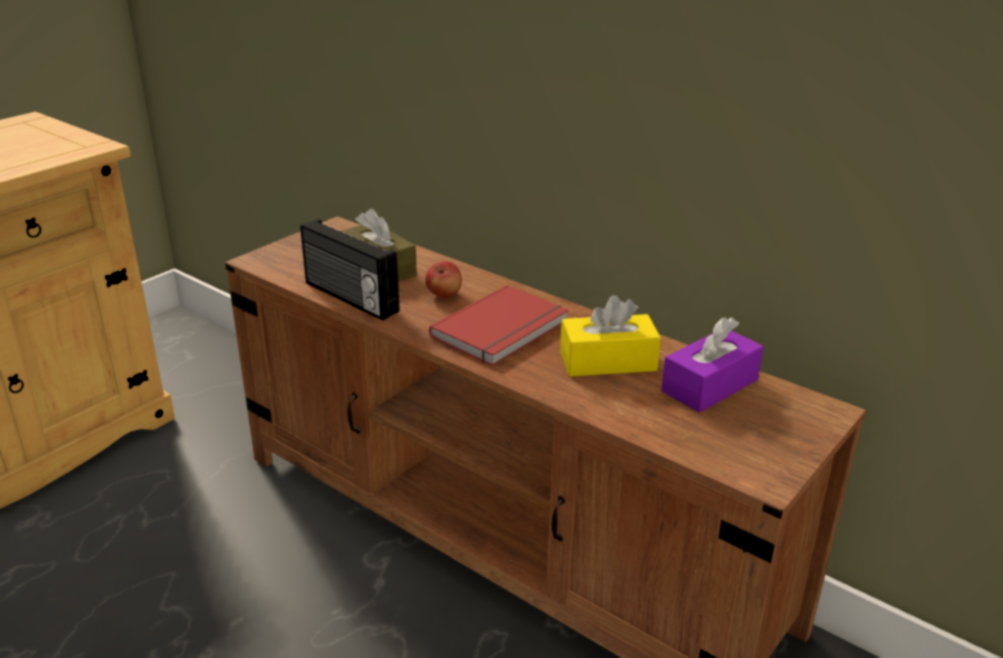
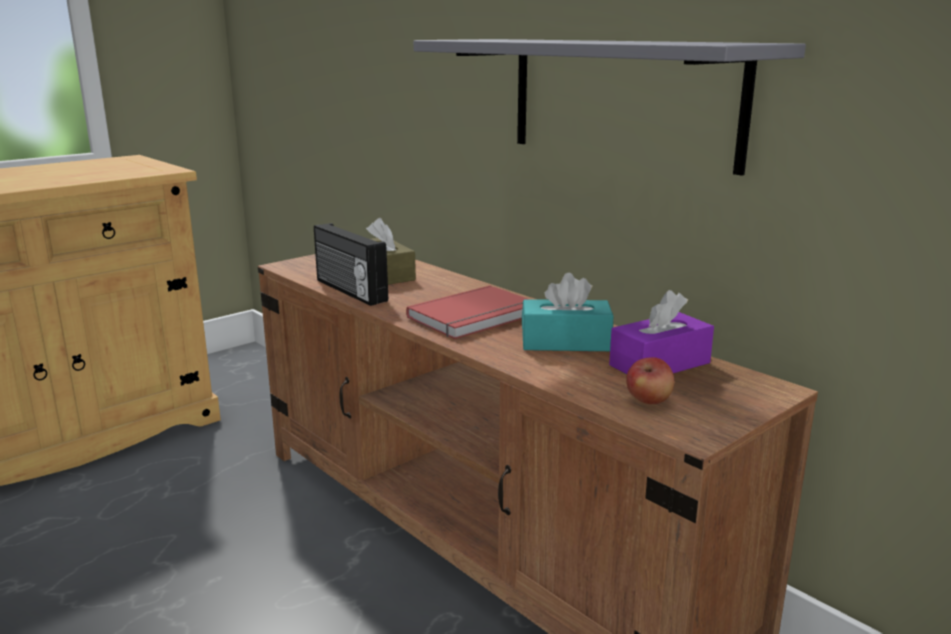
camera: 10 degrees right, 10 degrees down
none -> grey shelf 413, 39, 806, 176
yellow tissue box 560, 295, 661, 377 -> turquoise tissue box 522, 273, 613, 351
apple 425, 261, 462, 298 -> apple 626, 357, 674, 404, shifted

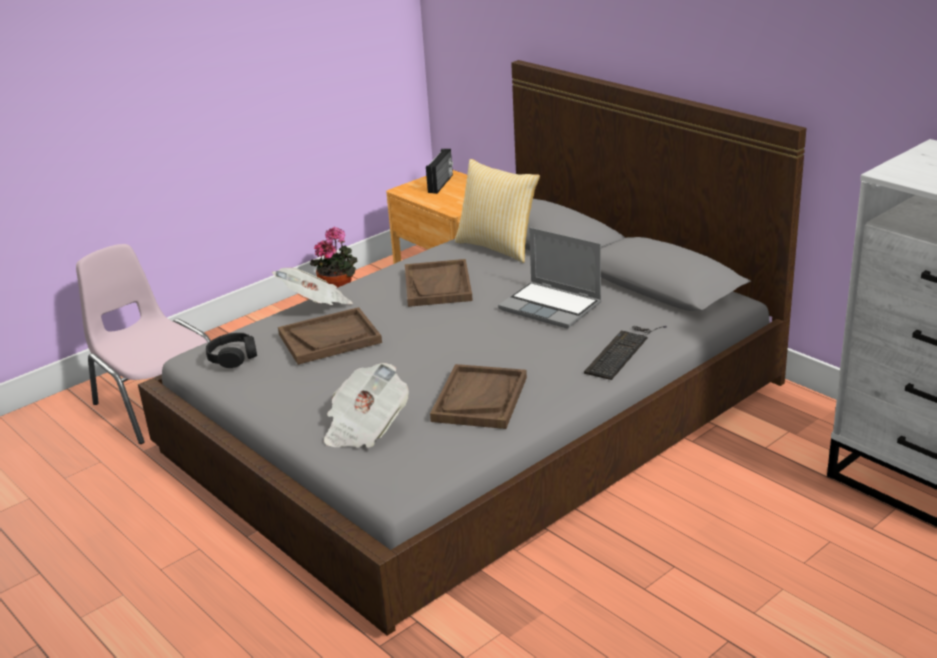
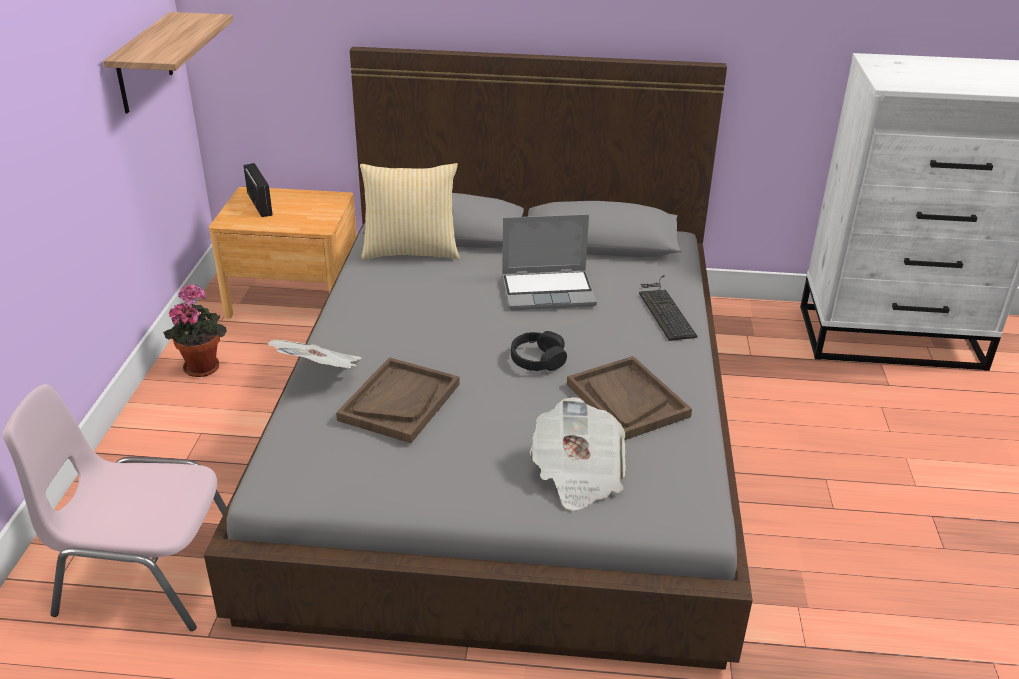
camera: 45 degrees left, 5 degrees up
none -> shelf 103, 12, 233, 114
black headphones 206, 333, 257, 368 -> black headphones 511, 331, 567, 371, shifted
brown tray 405, 259, 473, 307 -> none

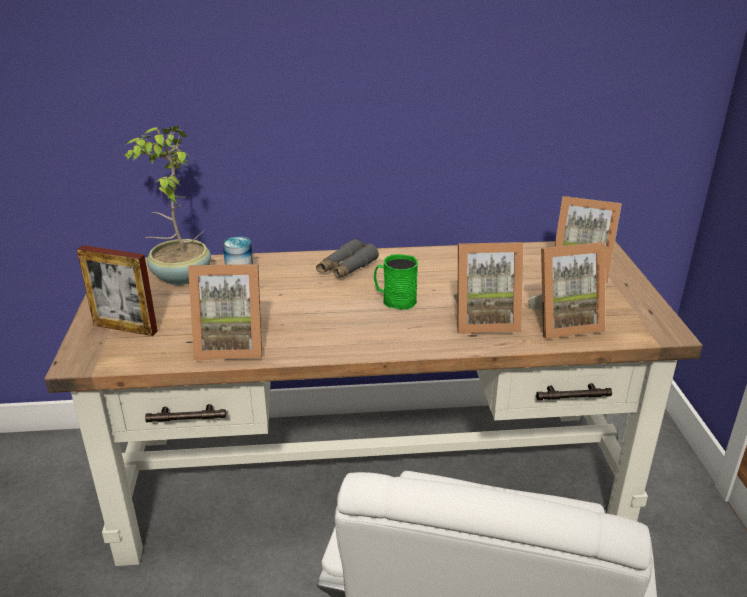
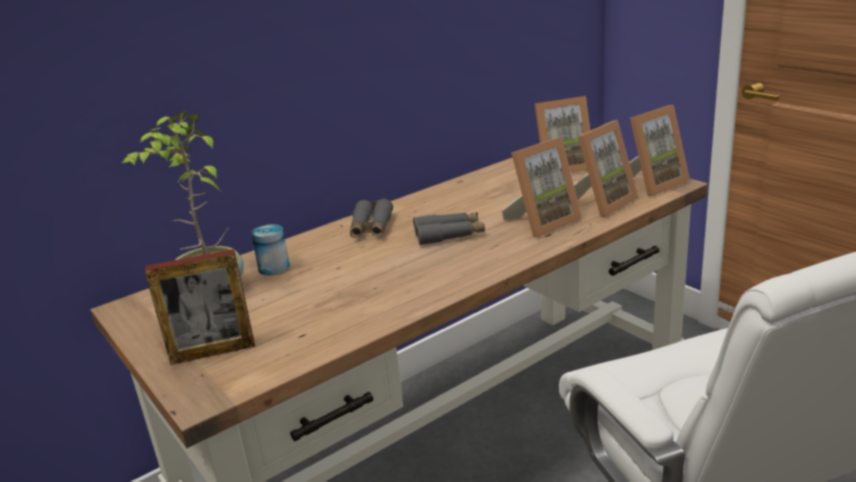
camera: 30 degrees left, 5 degrees down
green mug 374, 254, 418, 310 -> grey binoculars 413, 212, 485, 245
picture frame 188, 264, 262, 360 -> picture frame 629, 105, 690, 196, shifted

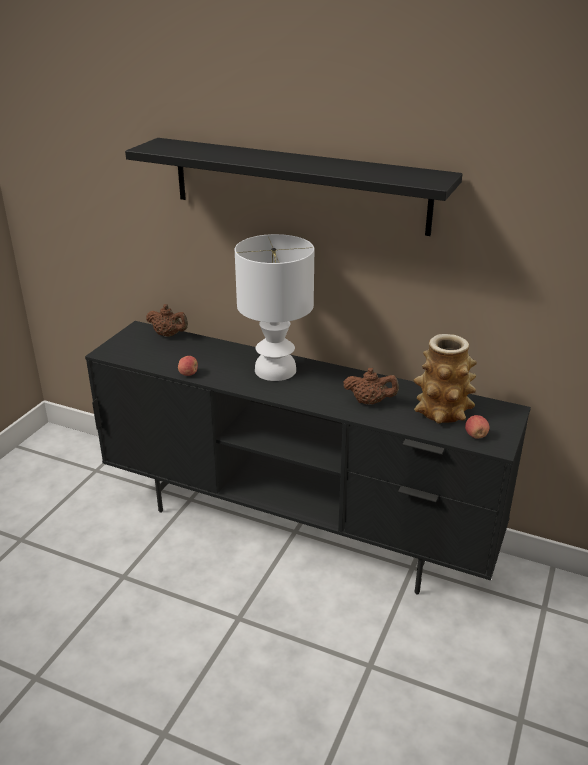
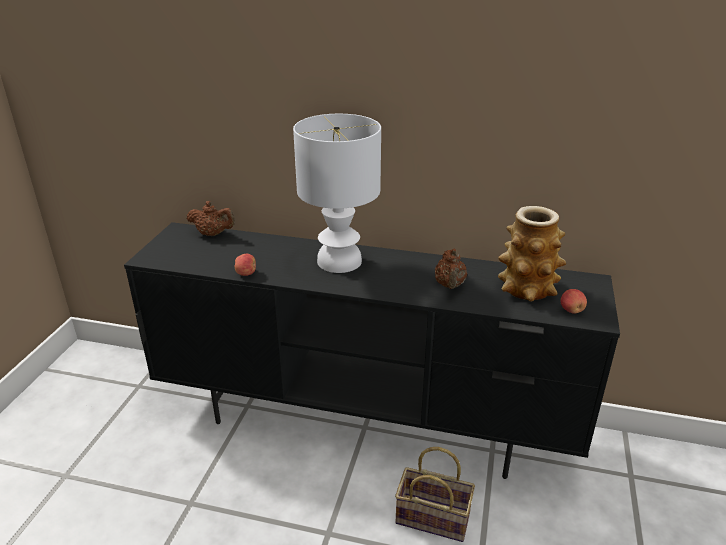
camera: 10 degrees left, 0 degrees up
none -> basket 395, 447, 475, 542
brown teapot 343, 368, 399, 405 -> brown teapot 435, 249, 467, 289, 90 degrees clockwise
black shelf 125, 138, 462, 236 -> none

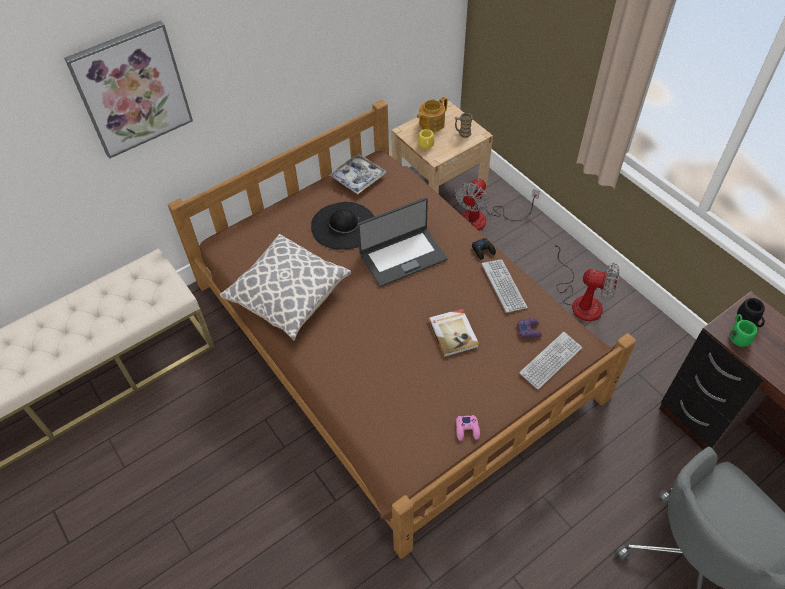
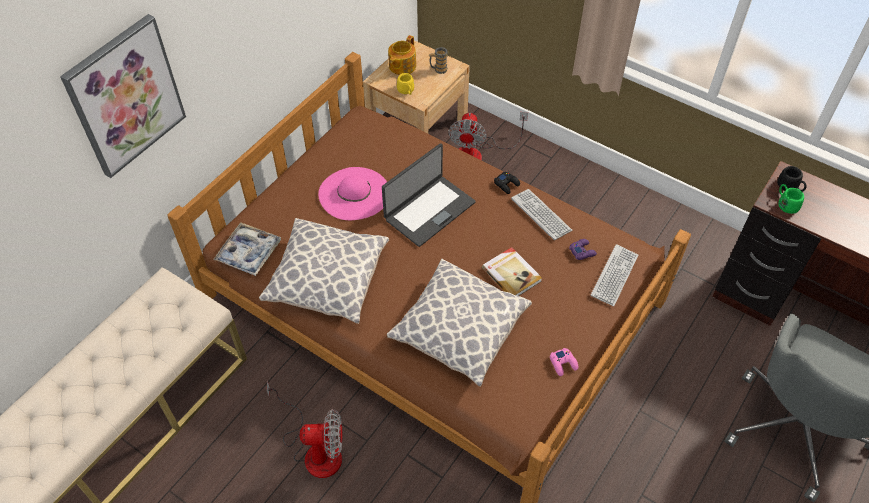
camera: 20 degrees left, 0 degrees up
tray 329, 153, 386, 195 -> tray 213, 222, 281, 276, shifted
fan 553, 241, 620, 321 -> fan 267, 381, 343, 478, shifted
black hat 311, 202, 374, 250 -> pink hat 318, 167, 387, 220
none -> pillow 387, 259, 532, 387

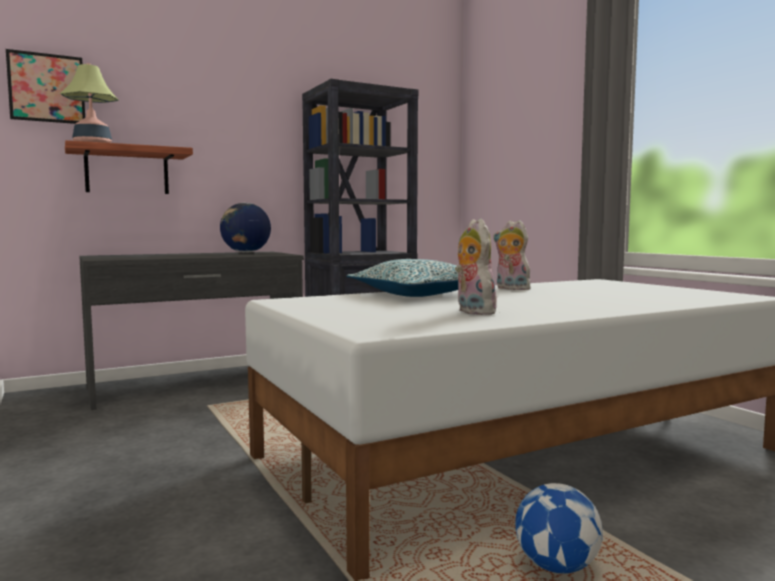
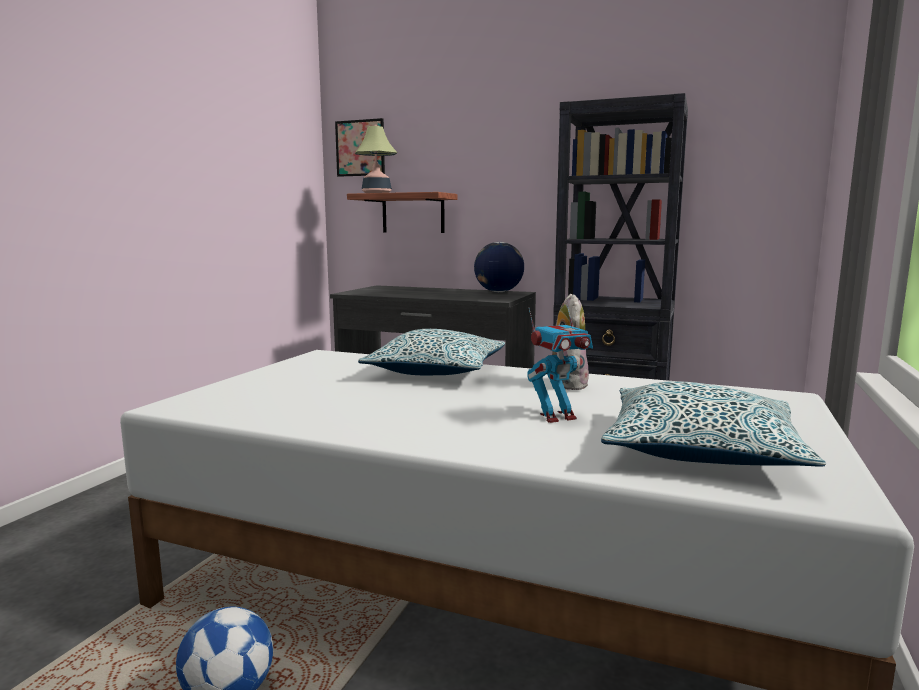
camera: 50 degrees right, 5 degrees up
none -> toy robot 527, 305, 593, 423
none -> pillow 601, 381, 826, 467
plush toy 455, 218, 497, 315 -> none

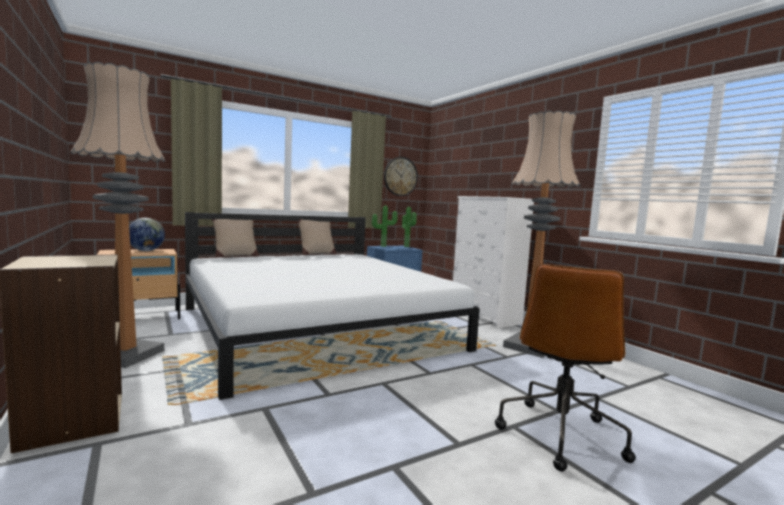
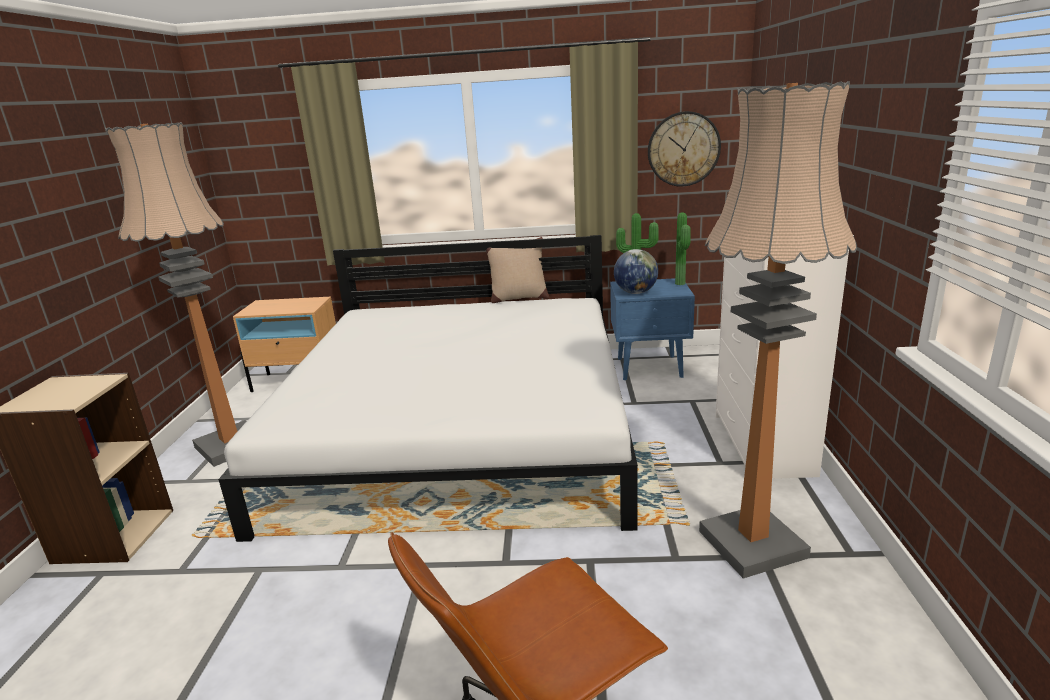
camera: 35 degrees right, 15 degrees up
globe 129, 218, 165, 251 -> globe 614, 249, 658, 294, shifted
beige pillow 212, 219, 259, 257 -> none

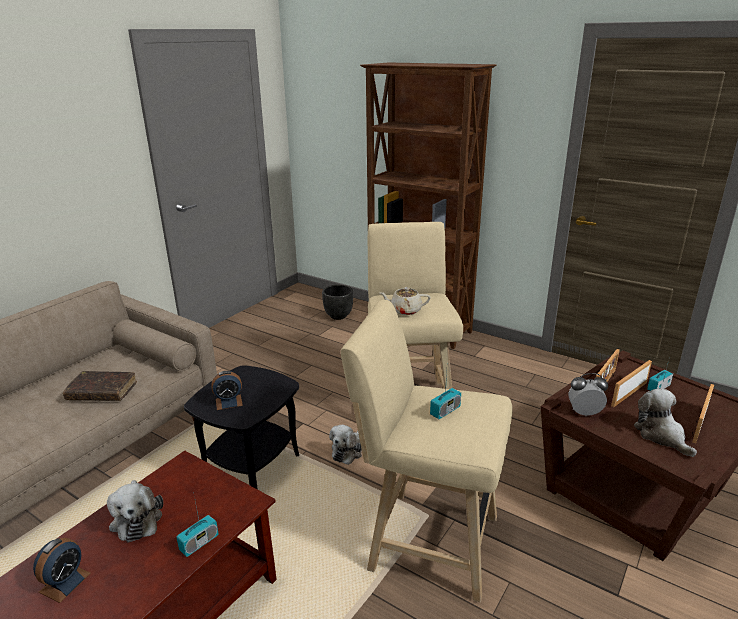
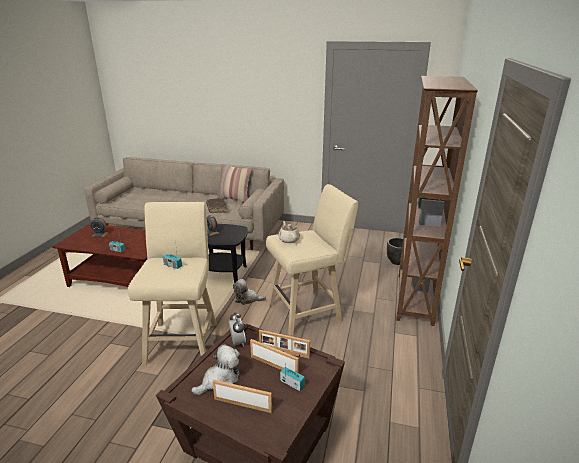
camera: 70 degrees right, 0 degrees up
none -> pillow 217, 164, 252, 203
plush toy 107, 480, 163, 542 -> none

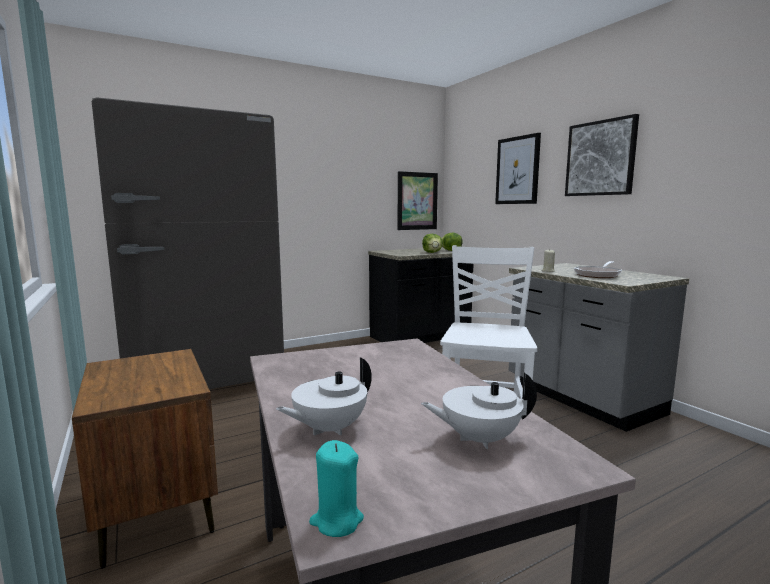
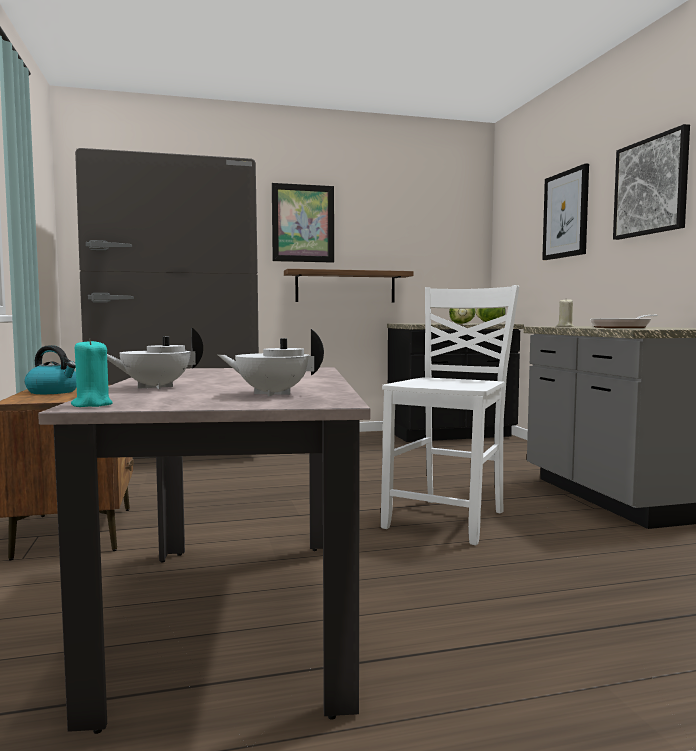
camera: 15 degrees right, 5 degrees down
none -> kettle 25, 345, 77, 394
picture 397, 171, 438, 230 -> picture 272, 183, 334, 263, shifted
none -> shelf 284, 269, 414, 303

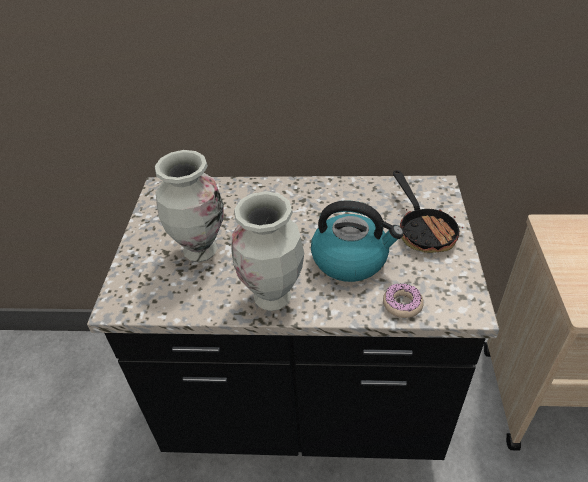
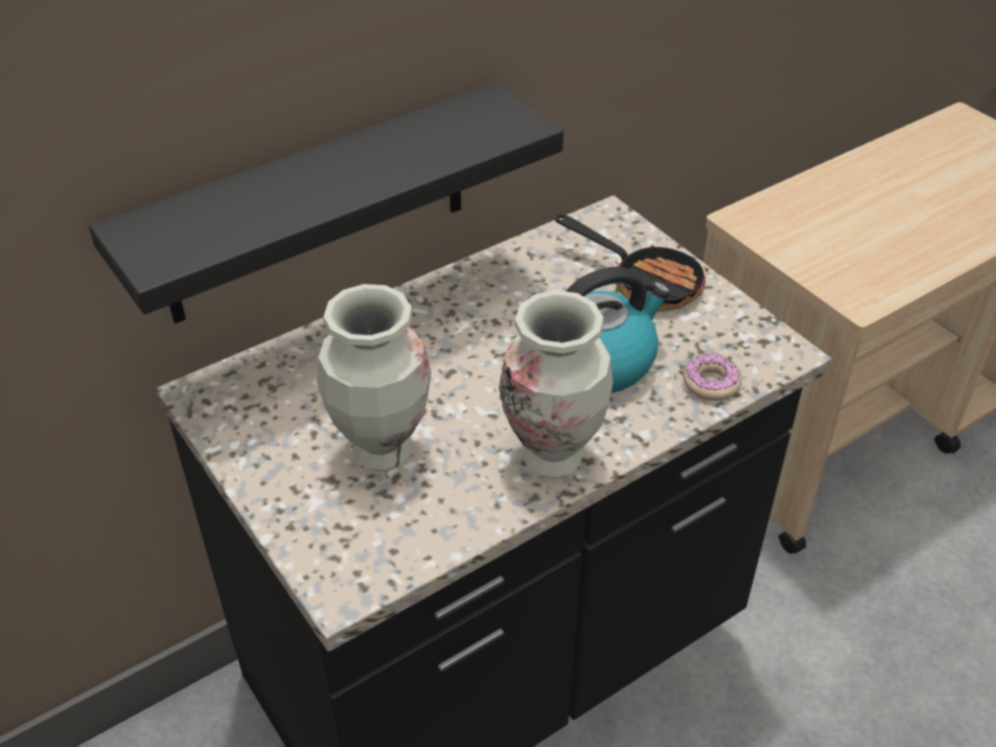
camera: 40 degrees left, 0 degrees up
none -> black shelf 89, 83, 564, 324

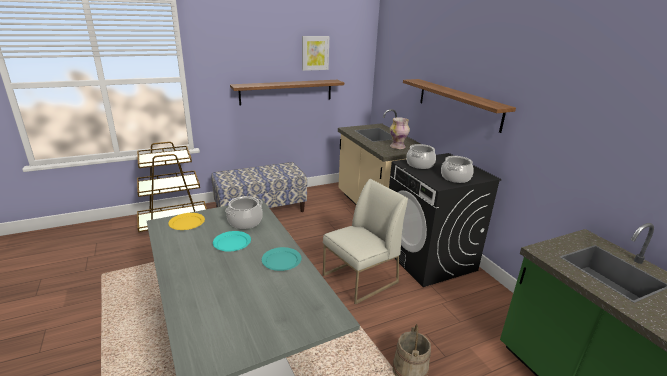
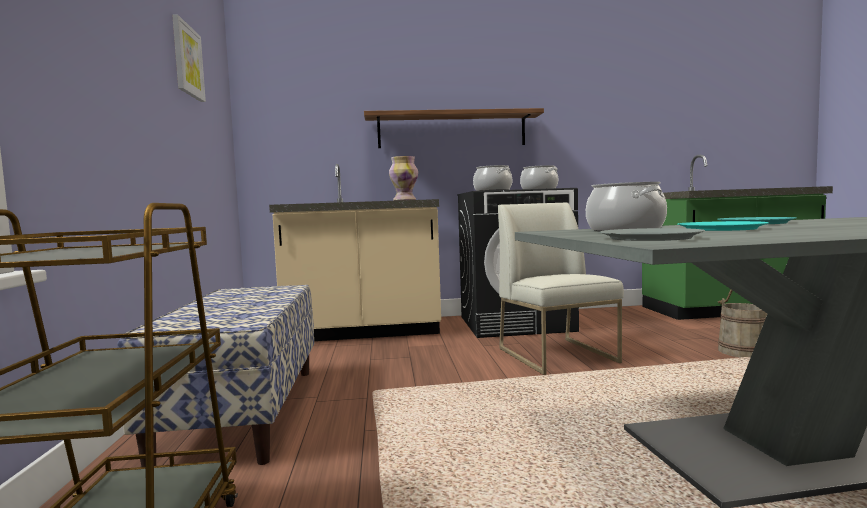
camera: 70 degrees left, 20 degrees down
yellow plate 168, 213, 205, 230 -> grey plate 600, 228, 705, 241
shelf 230, 80, 344, 105 -> none

